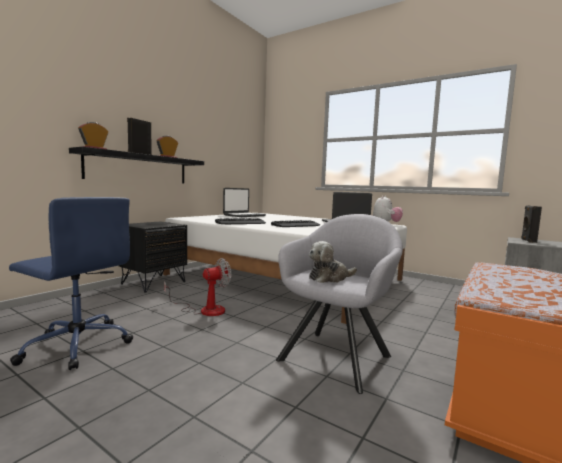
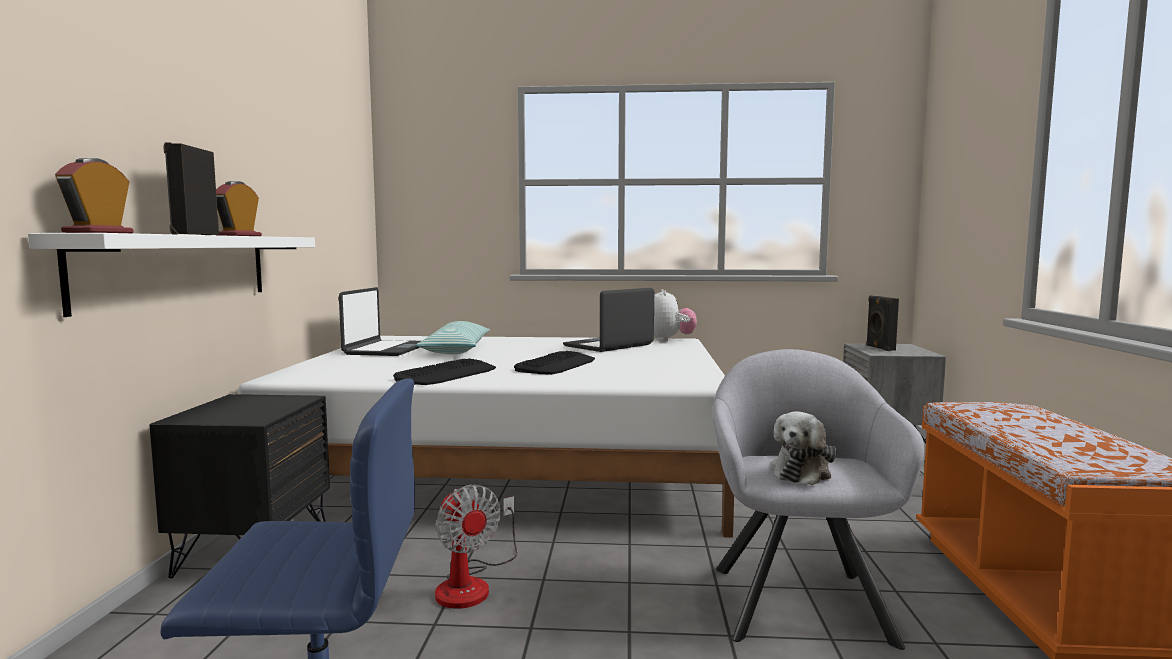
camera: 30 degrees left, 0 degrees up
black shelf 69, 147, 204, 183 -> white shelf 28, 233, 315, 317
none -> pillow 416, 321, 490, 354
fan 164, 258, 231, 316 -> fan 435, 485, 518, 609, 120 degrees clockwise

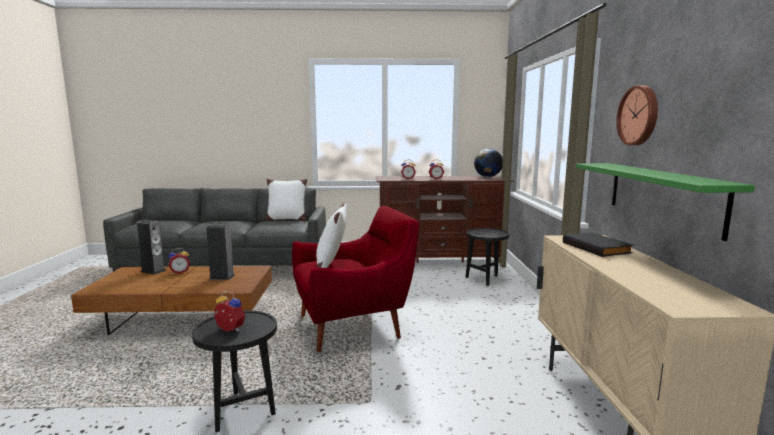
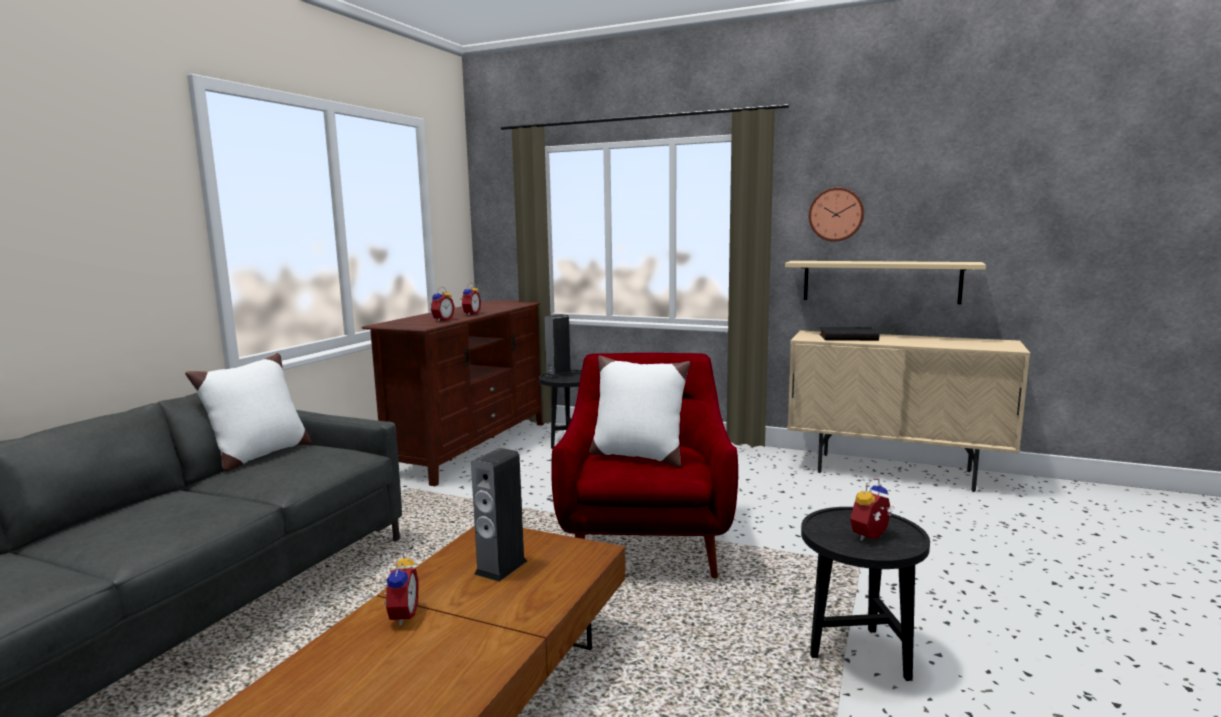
camera: 65 degrees left, 0 degrees up
speaker 137, 220, 166, 275 -> speaker 544, 314, 572, 377, shifted
green shelf 576, 163, 755, 241 -> beige shelf 785, 261, 986, 304
globe 474, 148, 503, 177 -> none

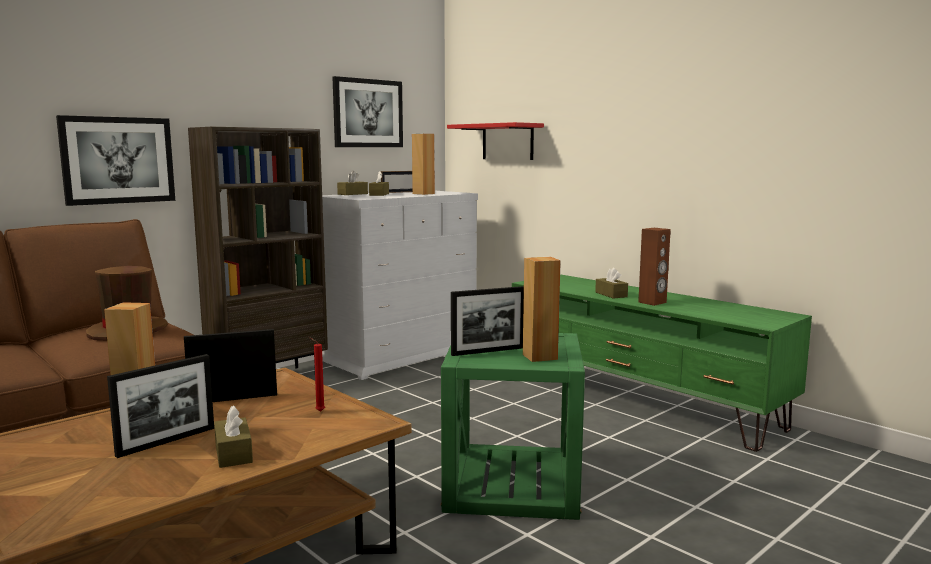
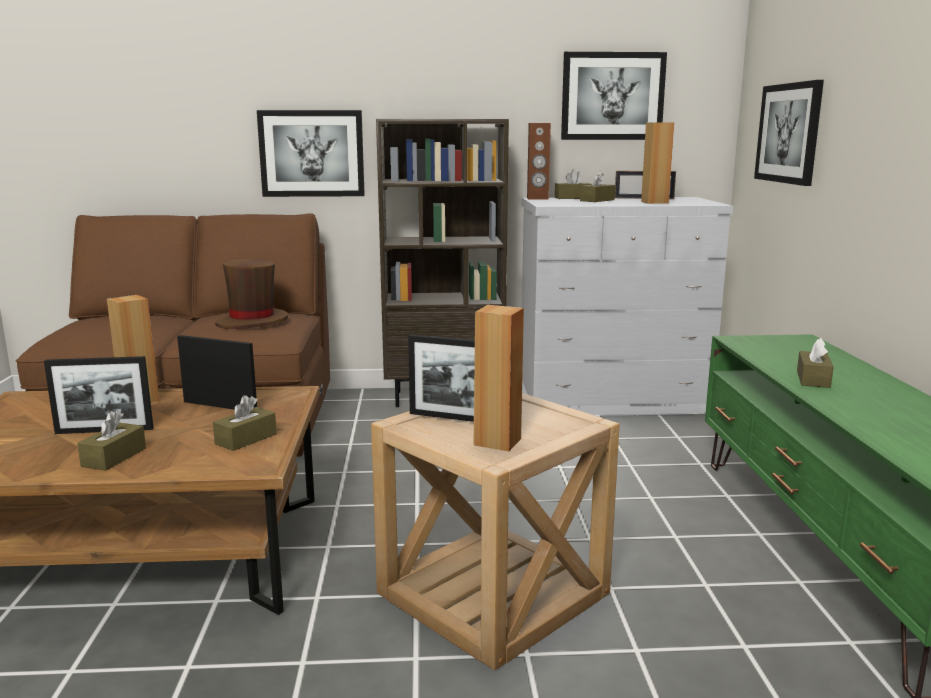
camera: 40 degrees right, 5 degrees up
red candle 309, 337, 325, 412 -> brown tissue box 213, 395, 277, 451
green side table 441, 333, 585, 520 -> beige side table 371, 393, 619, 671
brown speaker 638, 228, 671, 306 -> brown speaker 527, 123, 551, 199, shifted
red shelf 447, 122, 544, 160 -> picture 754, 80, 824, 186

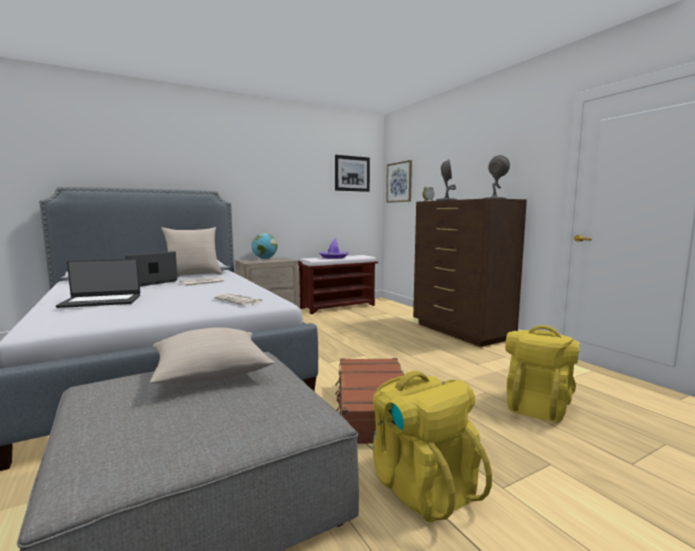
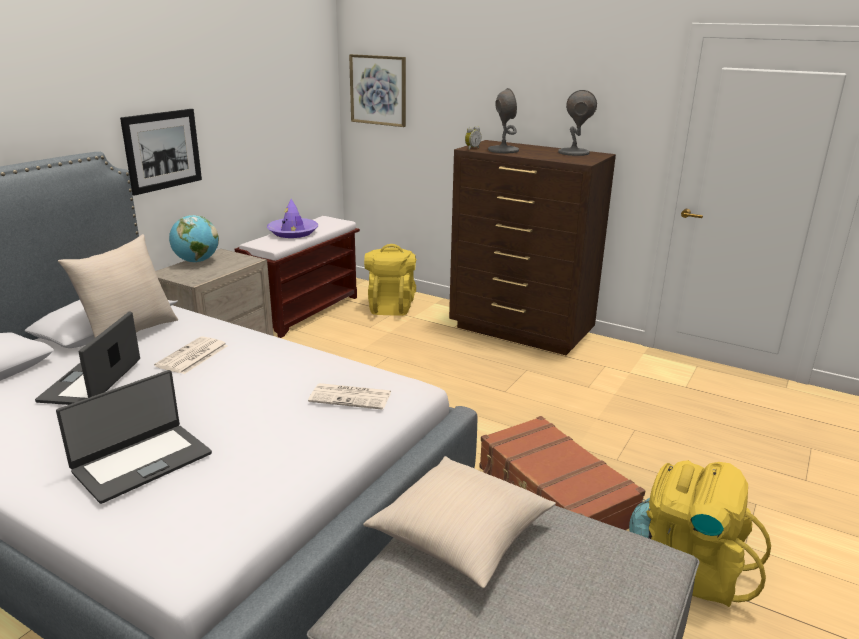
camera: 30 degrees left, 15 degrees up
picture 335, 155, 370, 192 -> picture 120, 109, 202, 196, shifted
yellow backpack 505, 325, 580, 423 -> yellow backpack 364, 244, 416, 316, shifted

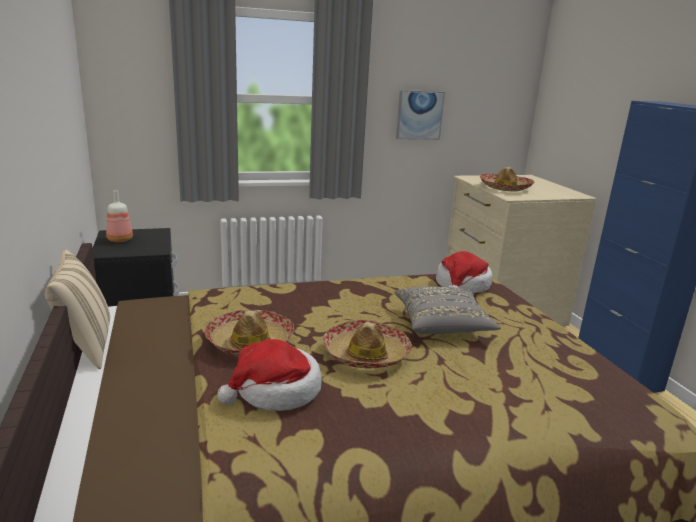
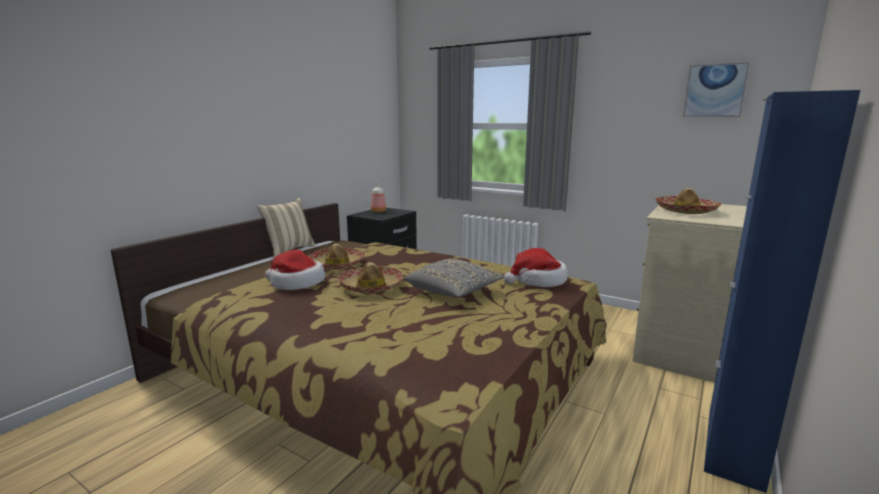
camera: 50 degrees right, 5 degrees down
picture 396, 90, 445, 140 -> picture 683, 62, 750, 117, shifted

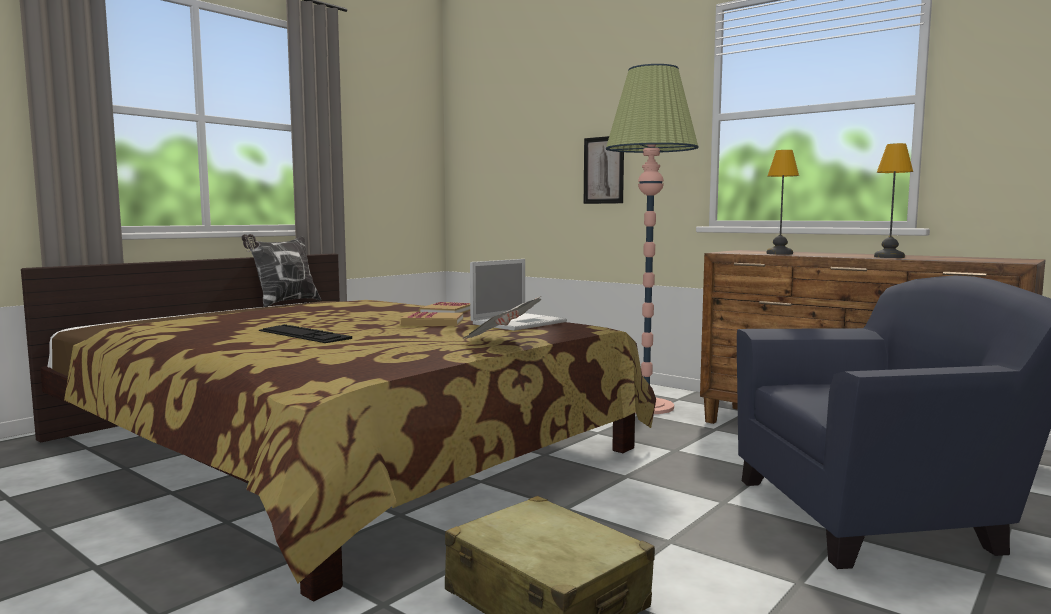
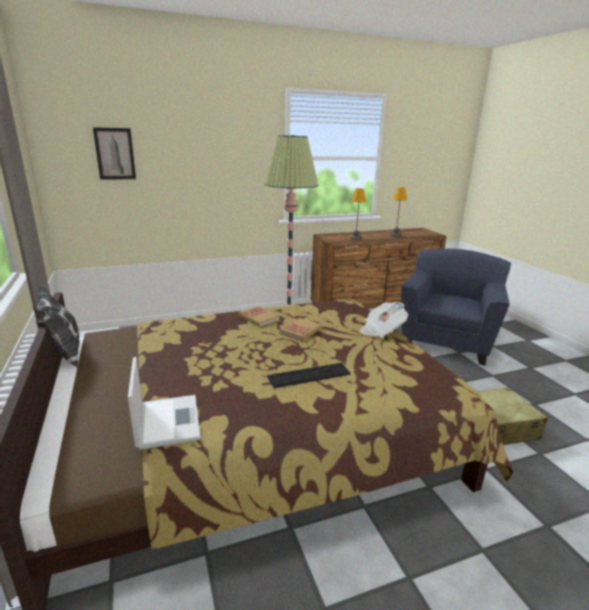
camera: 60 degrees left, 15 degrees up
picture 584, 136, 624, 204 -> picture 93, 127, 136, 180, shifted
laptop 470, 259, 567, 331 -> laptop 128, 357, 201, 450, shifted

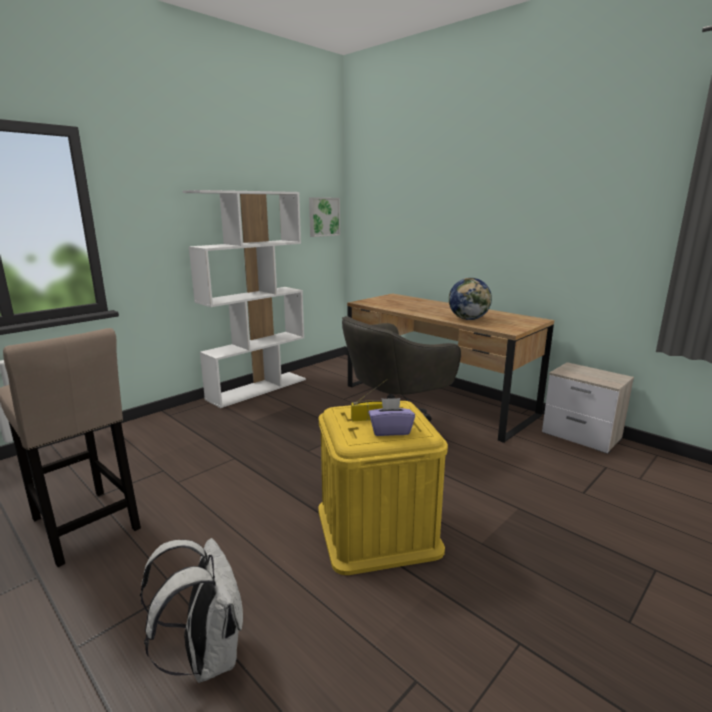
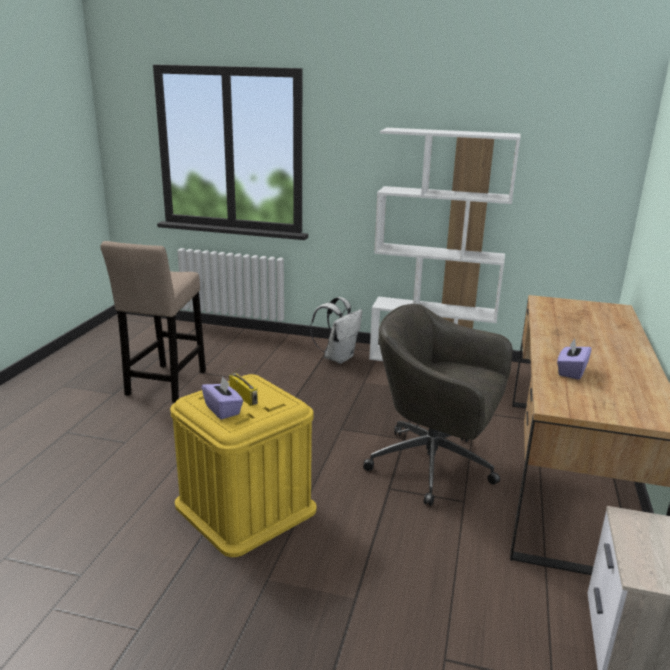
camera: 60 degrees right, 5 degrees up
white backpack 140, 538, 243, 683 -> white backpack 310, 297, 362, 364, shifted
globe 449, 278, 492, 320 -> purple tissue box 557, 338, 592, 380
picture 309, 197, 340, 237 -> none

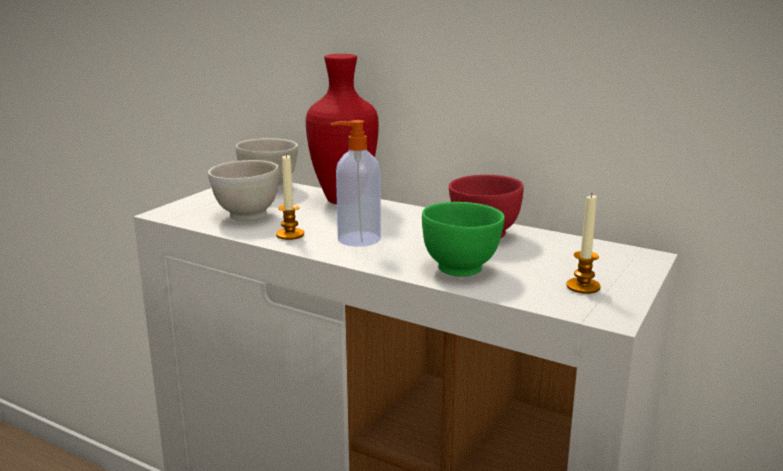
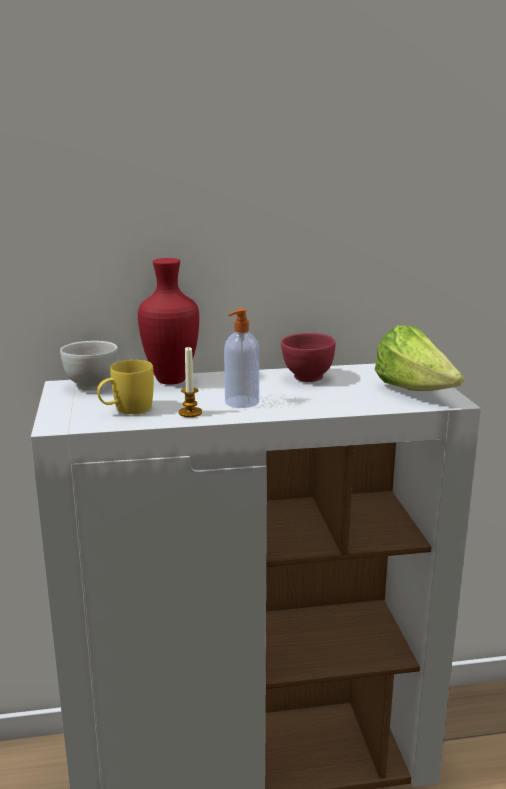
camera: 40 degrees left, 0 degrees up
white bowl 208, 160, 279, 221 -> yellow mug 97, 360, 154, 414
candle 566, 194, 601, 294 -> lettuce 375, 325, 464, 391
green bowl 422, 202, 505, 277 -> none

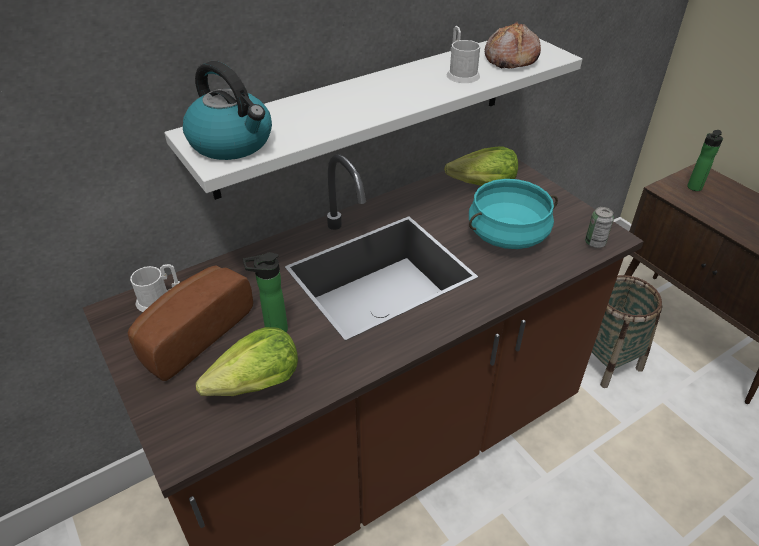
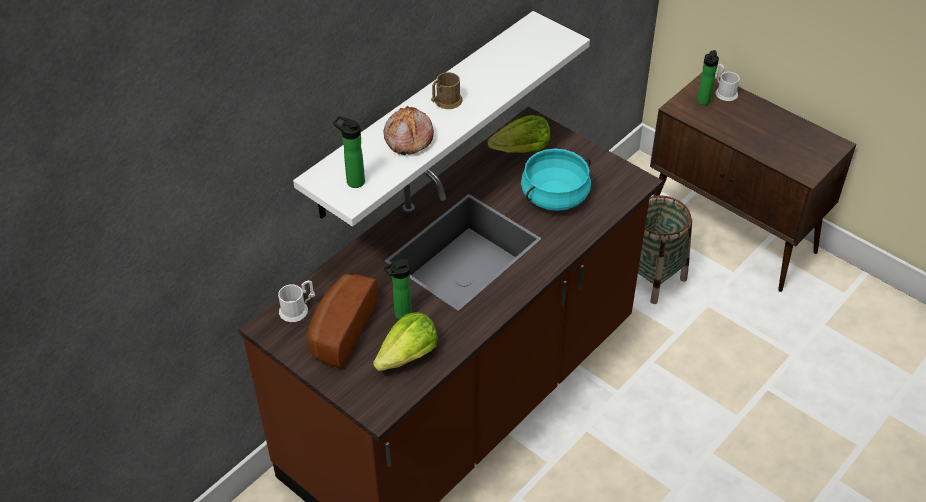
camera: 15 degrees left, 5 degrees up
kettle 183, 61, 272, 160 -> bottle 333, 116, 365, 188
bread 485, 21, 541, 69 -> bread 384, 106, 434, 155, shifted
none -> brown mug 431, 72, 463, 109
white mug 446, 26, 480, 83 -> white mug 715, 64, 739, 101, shifted
can 585, 207, 614, 248 -> none

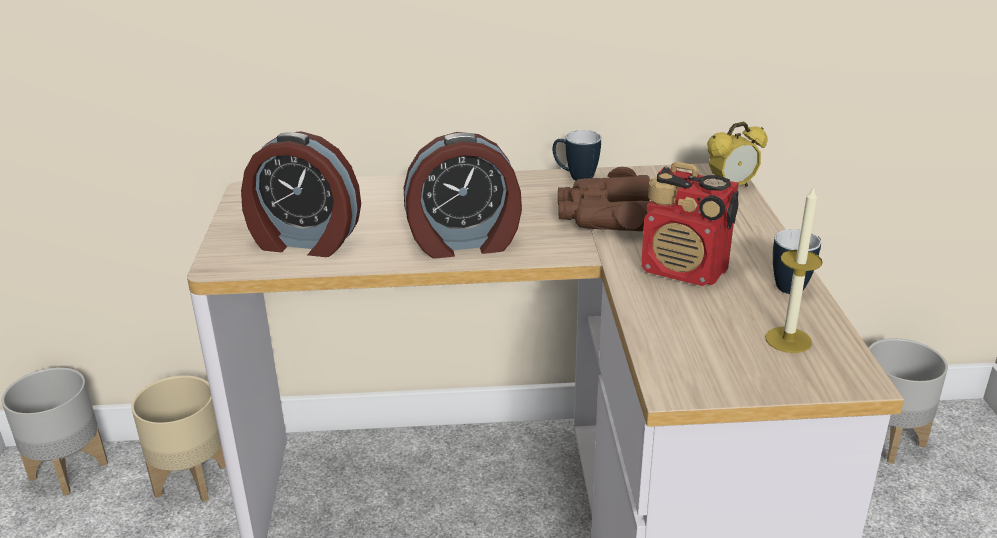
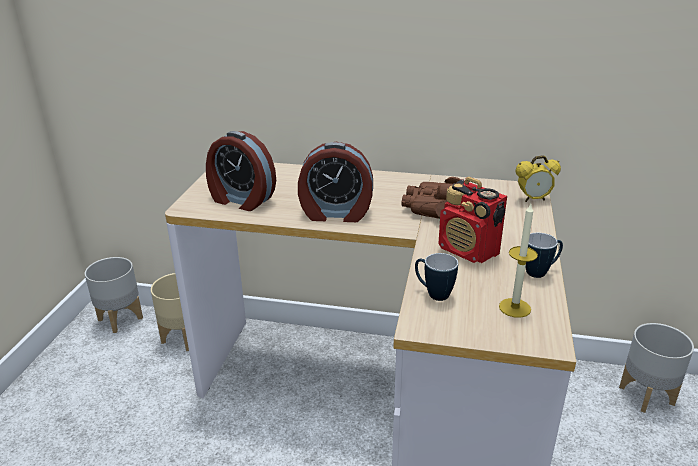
camera: 15 degrees right, 0 degrees up
mug 552, 130, 601, 180 -> mug 415, 253, 458, 301, shifted

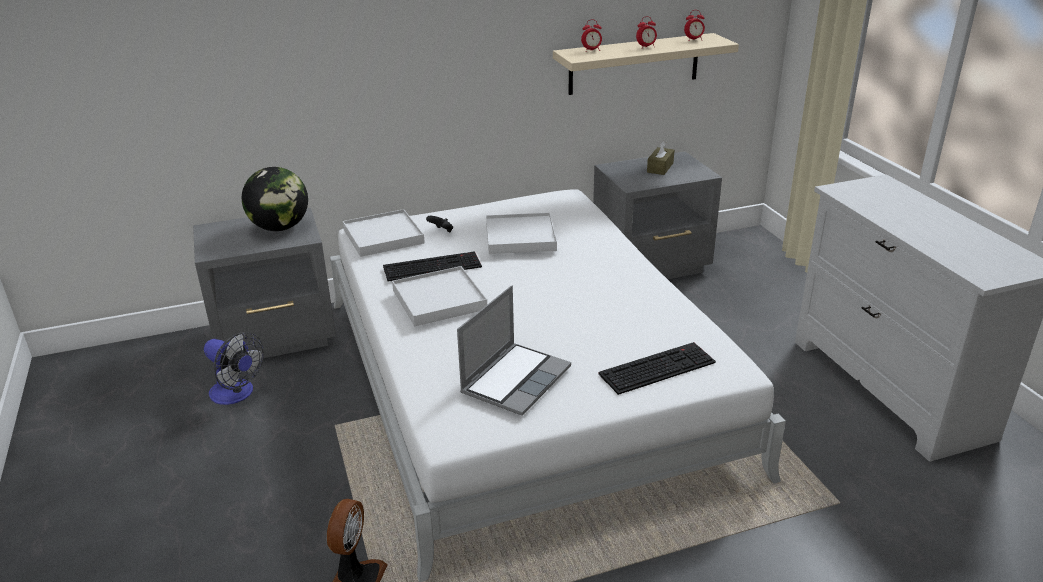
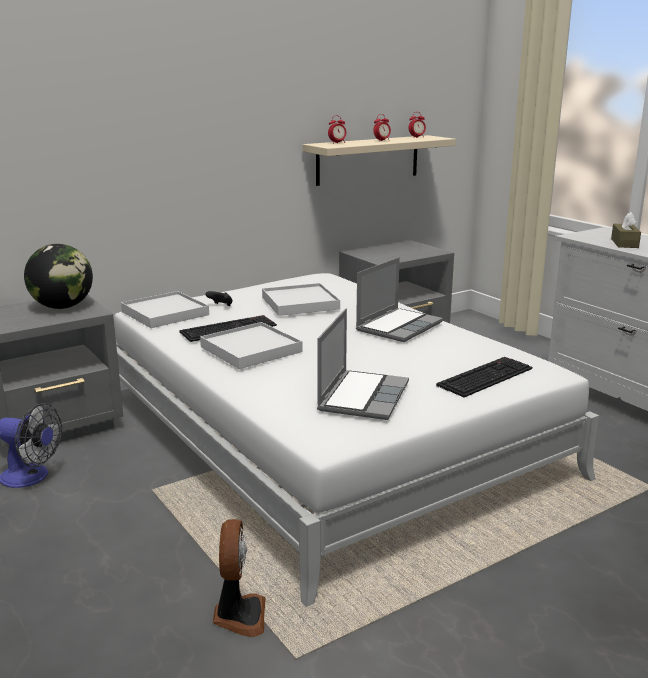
camera: 15 degrees left, 10 degrees down
none -> laptop 356, 257, 443, 342
brown tissue box 647, 140, 674, 175 -> brown tissue box 611, 212, 641, 248, shifted

